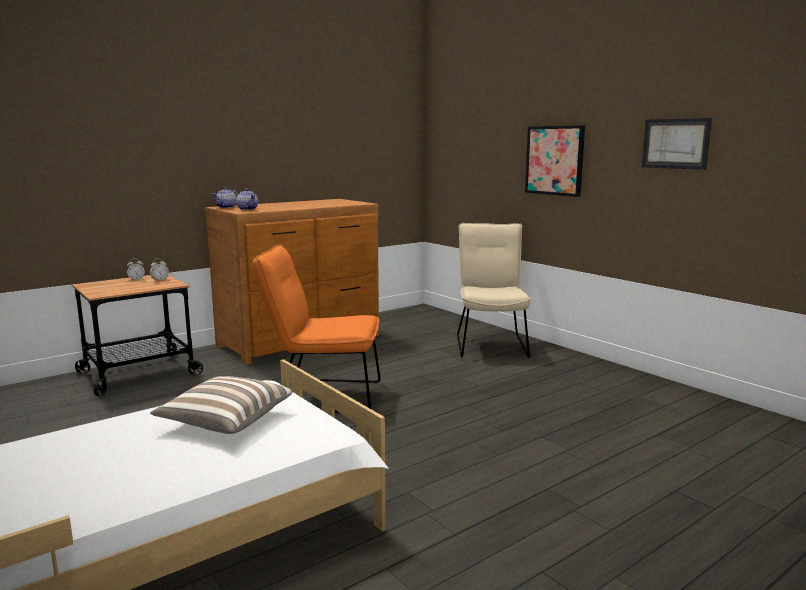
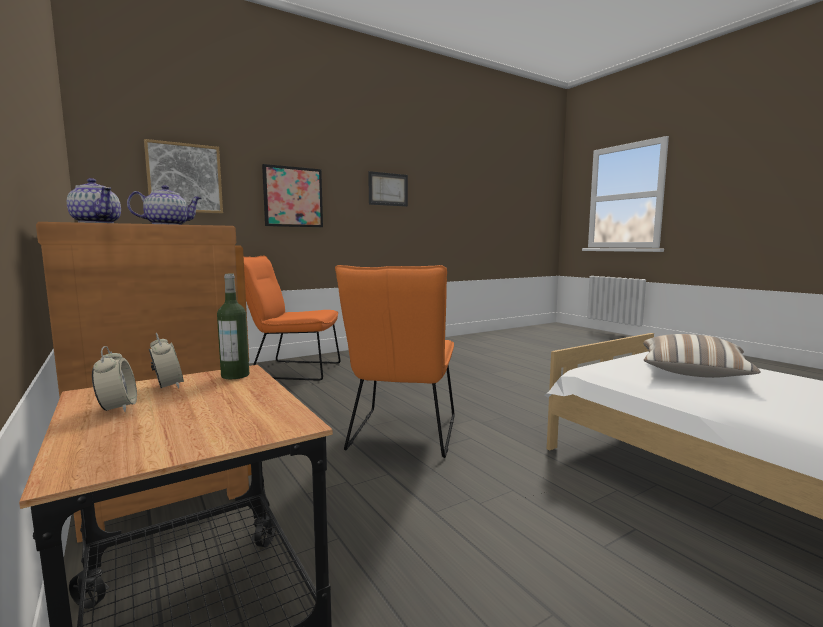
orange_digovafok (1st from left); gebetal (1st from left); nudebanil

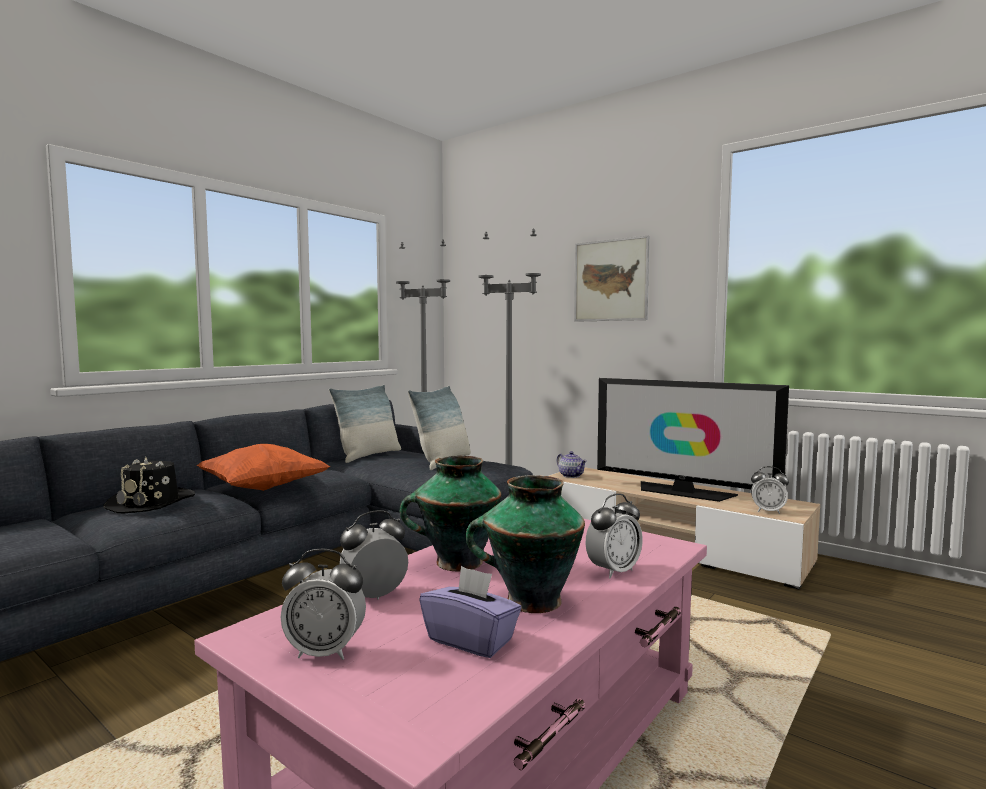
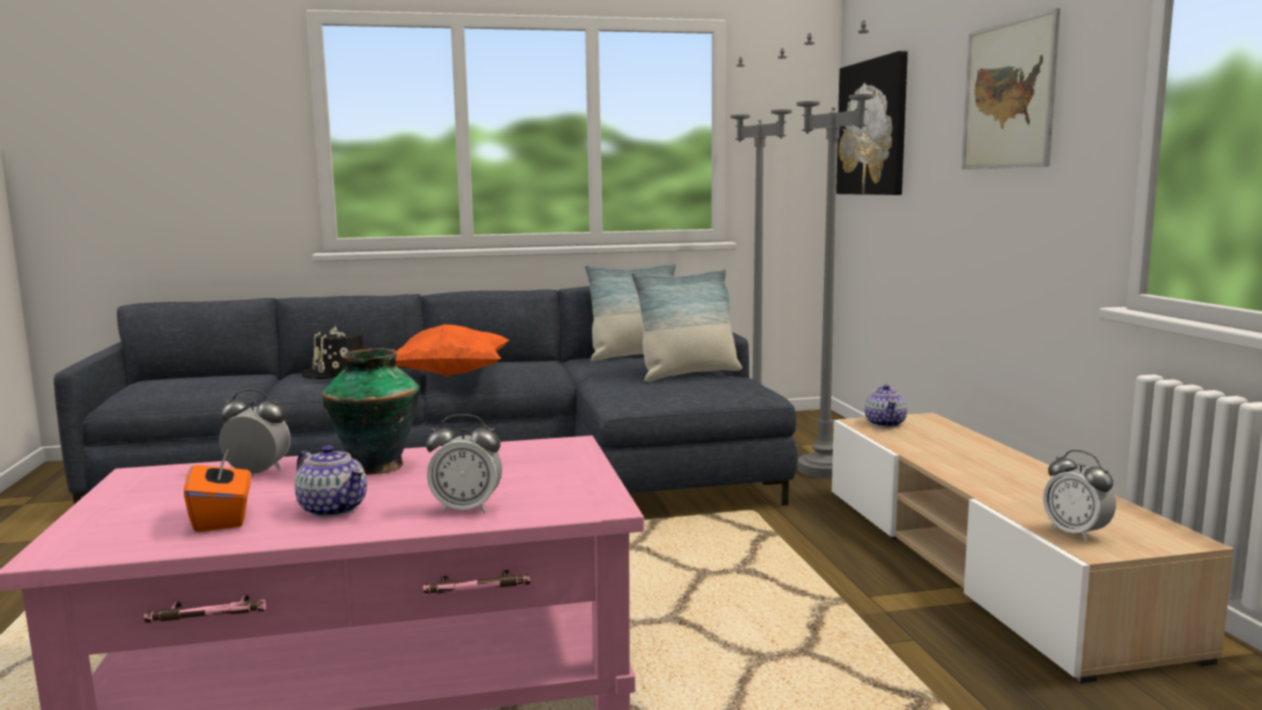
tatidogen; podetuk (1st from left); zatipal (1st from left in the first image); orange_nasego; gebetal (1st from left)

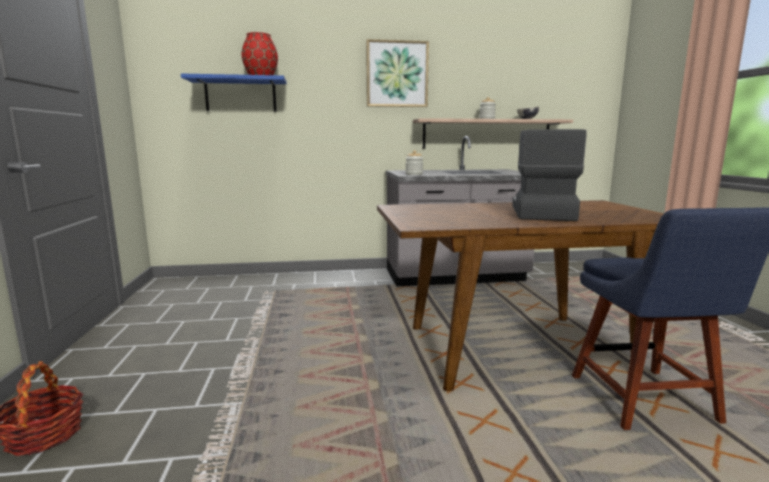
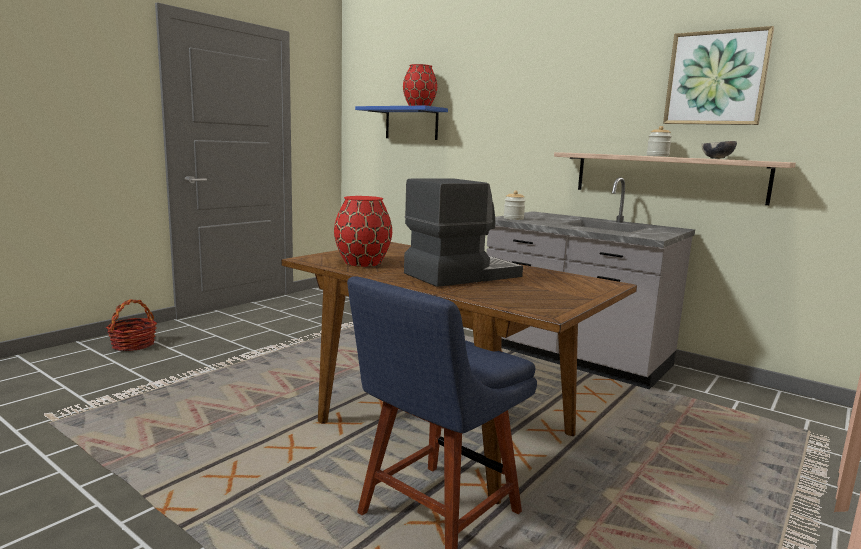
gebetal; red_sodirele (1st from left)

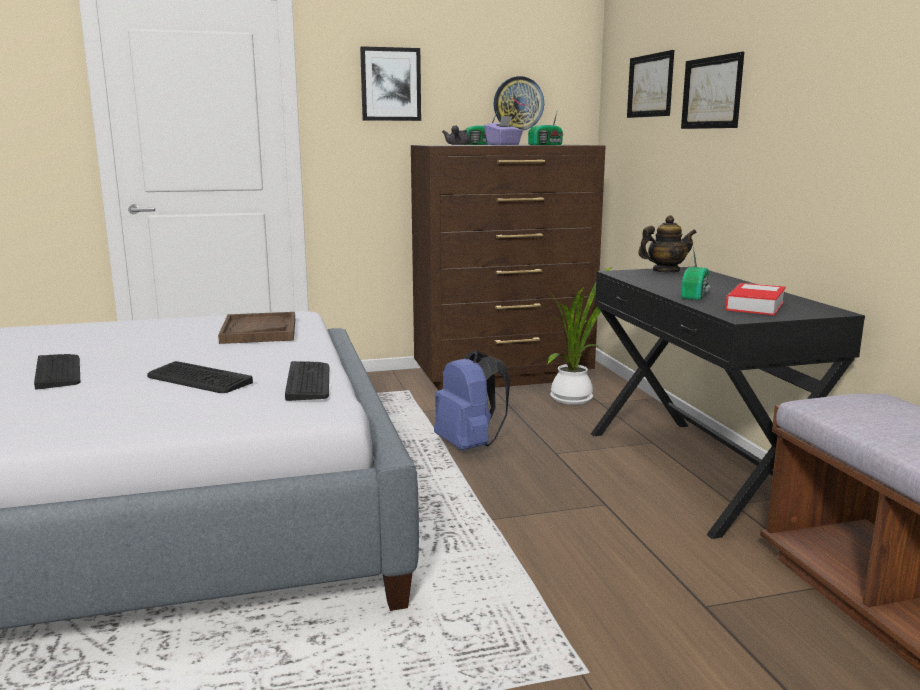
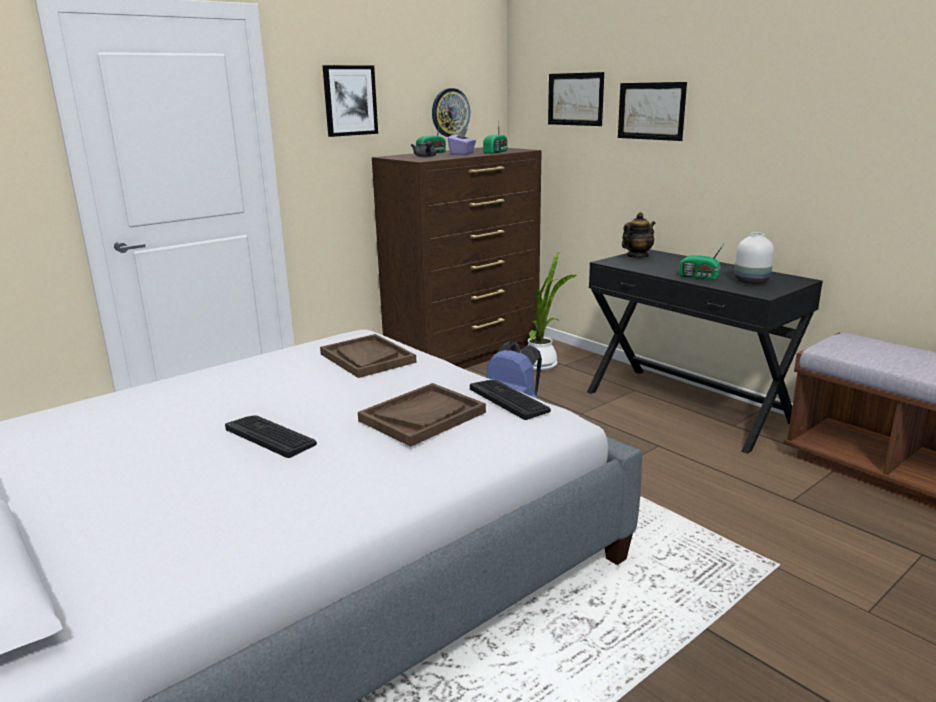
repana (3rd from left); white_sodirele; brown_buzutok (2nd from left)

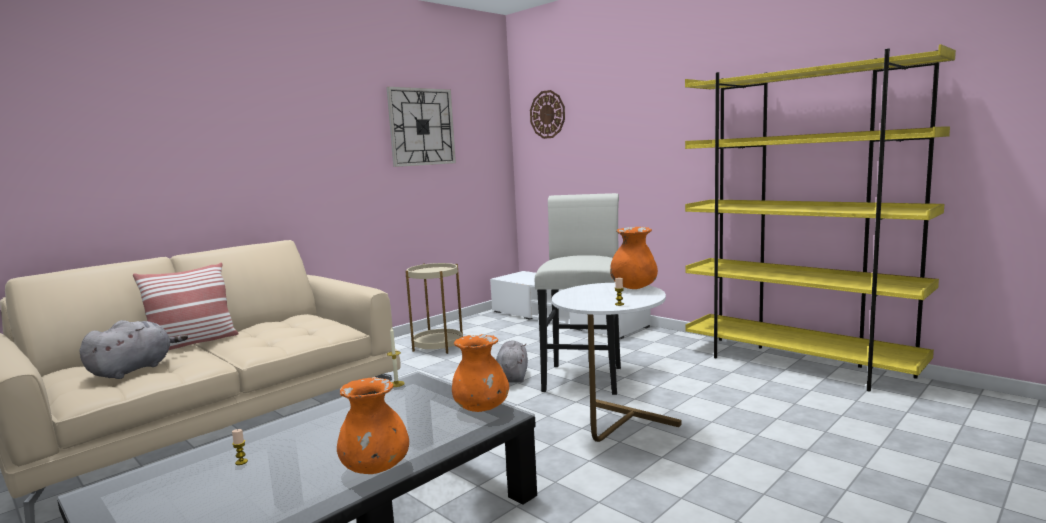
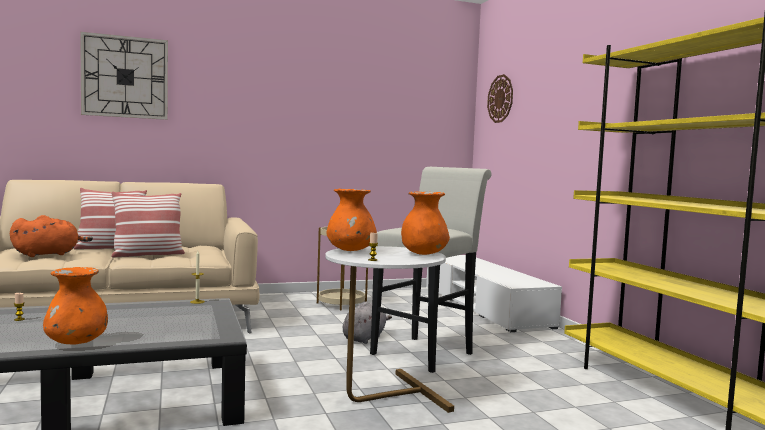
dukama (1st from left); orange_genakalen; orange_sodirele (2nd from left); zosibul (2nd from left)

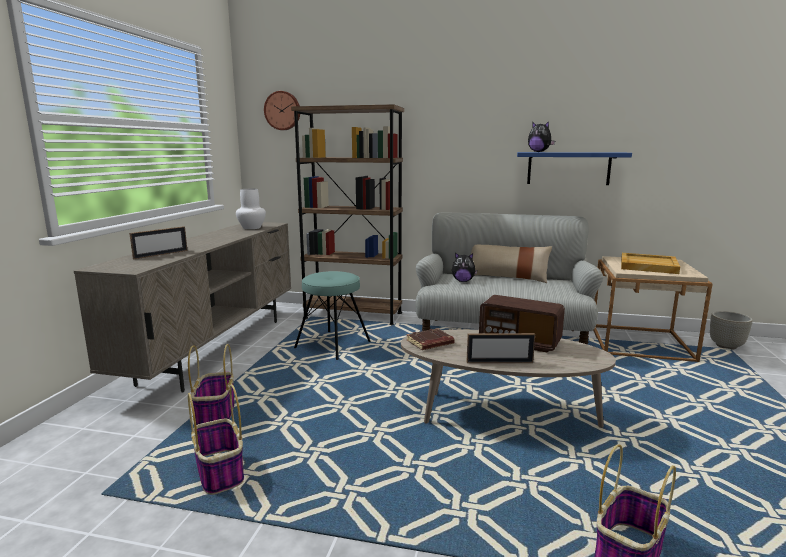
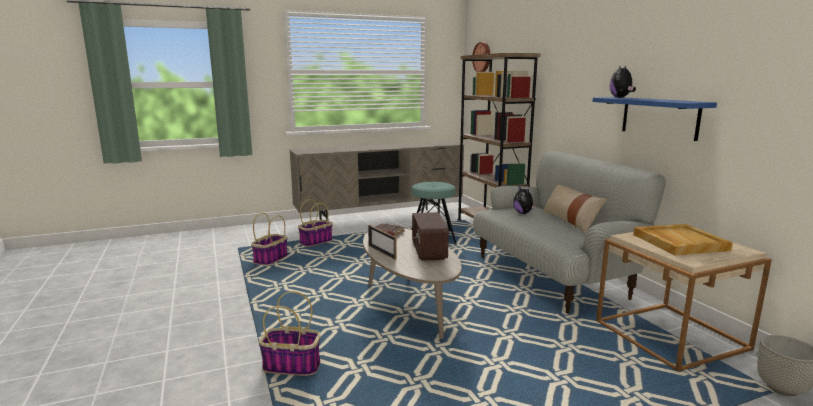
white_sodirele; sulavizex (1st from left in the first image)

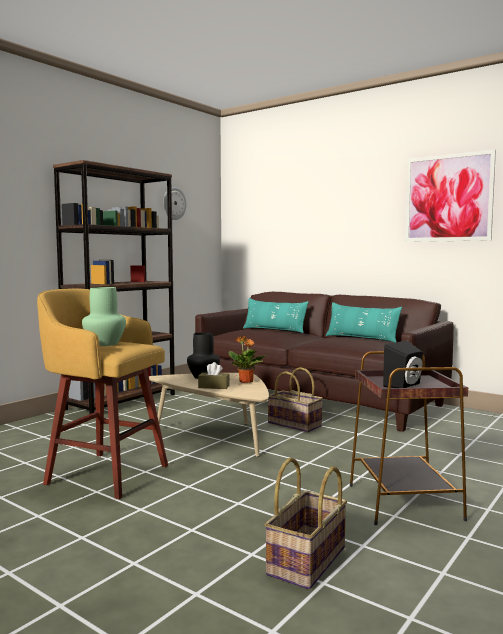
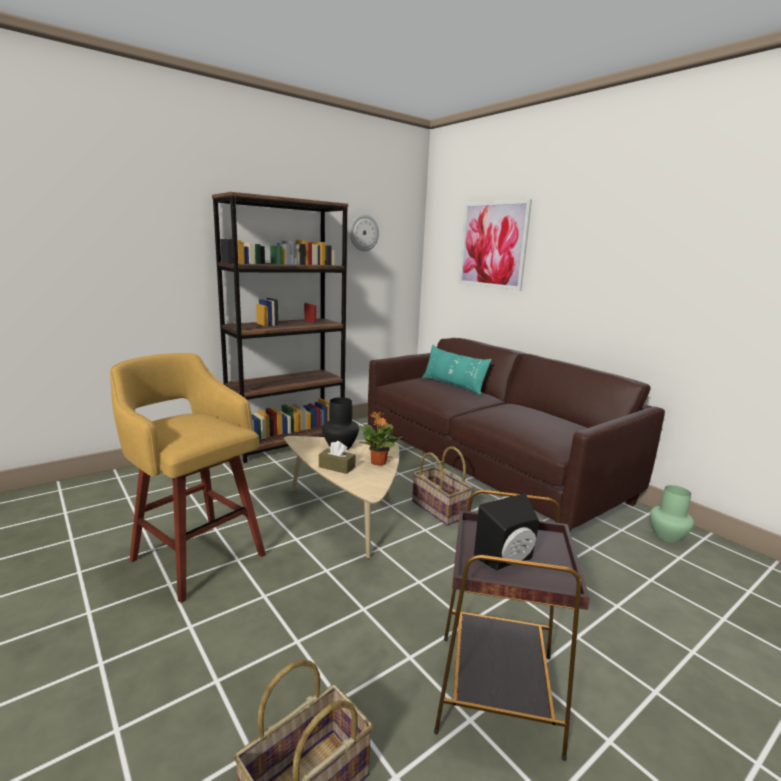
gebetal; green_sodirele; turquoise_zosibul (2nd from left in the first image)

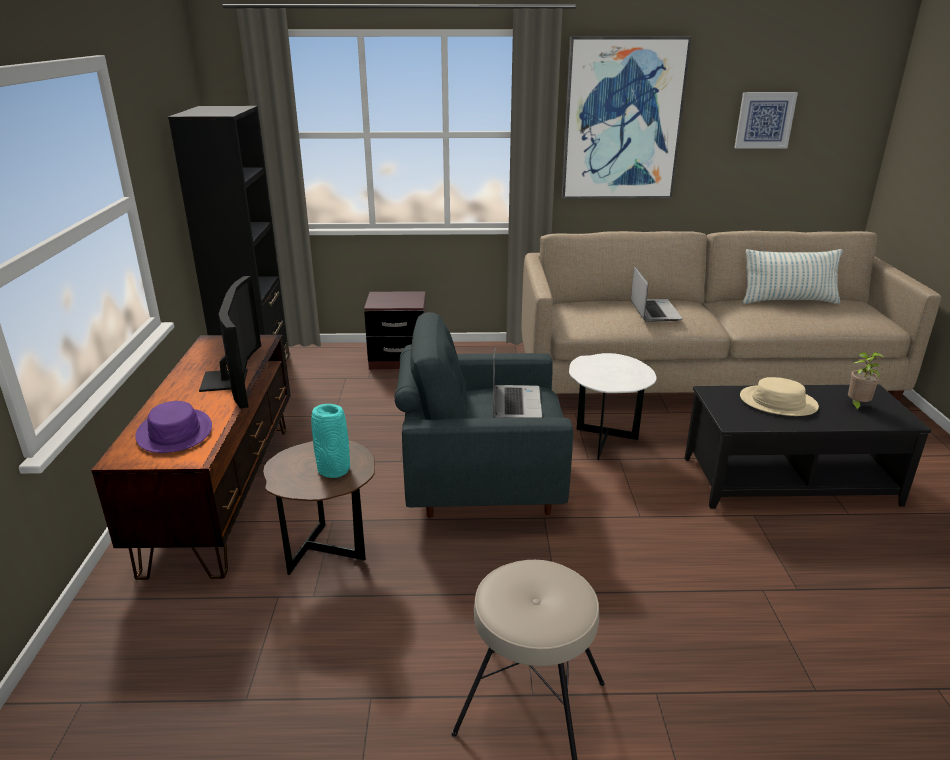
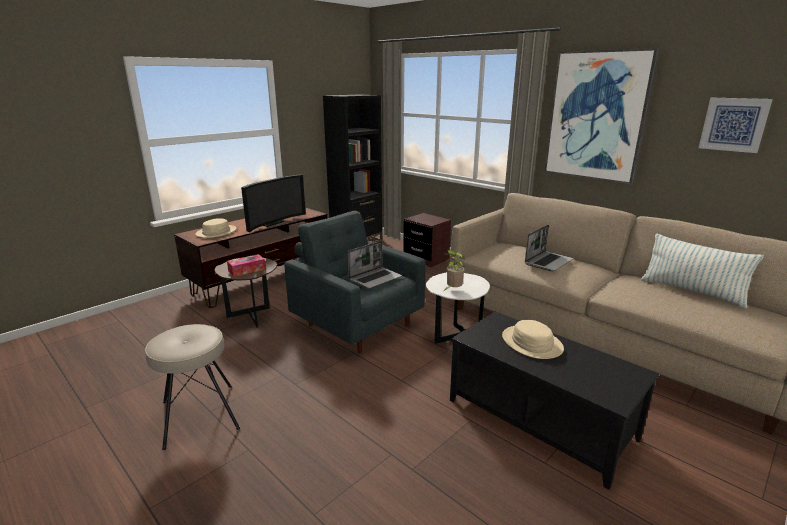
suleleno; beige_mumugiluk (1st from left); nasego

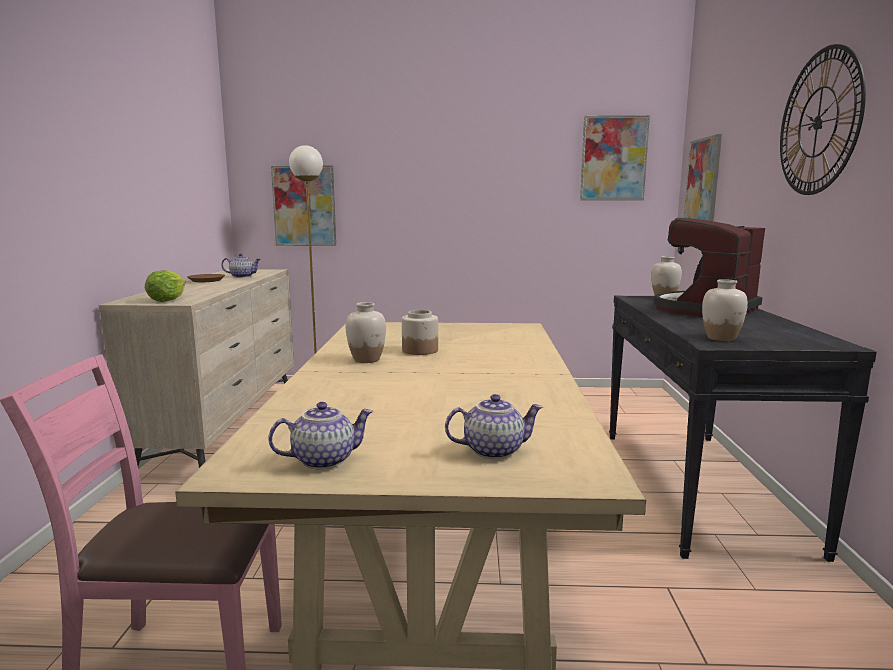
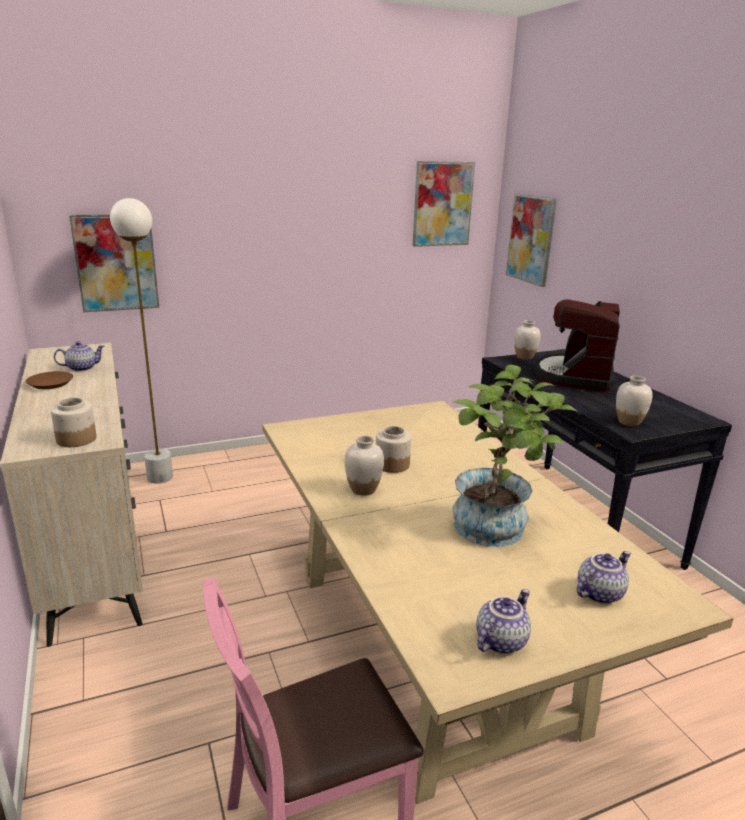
dukama; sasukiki (1st from left); suleleno

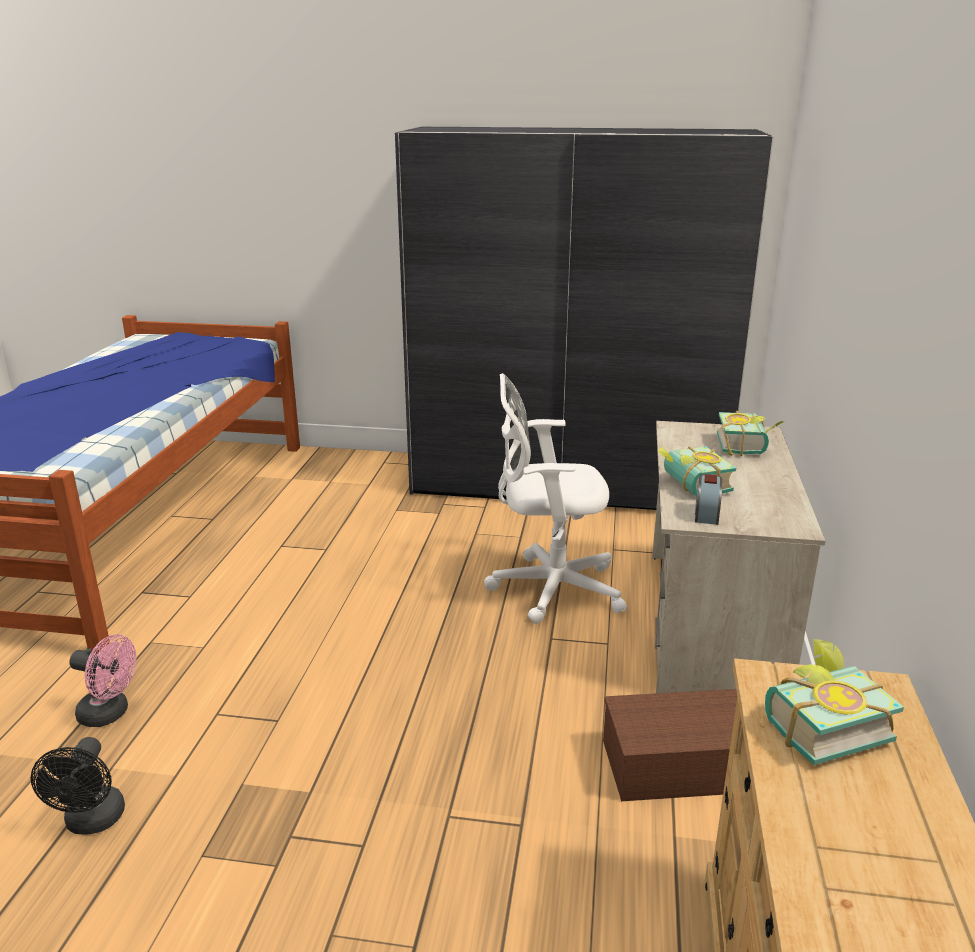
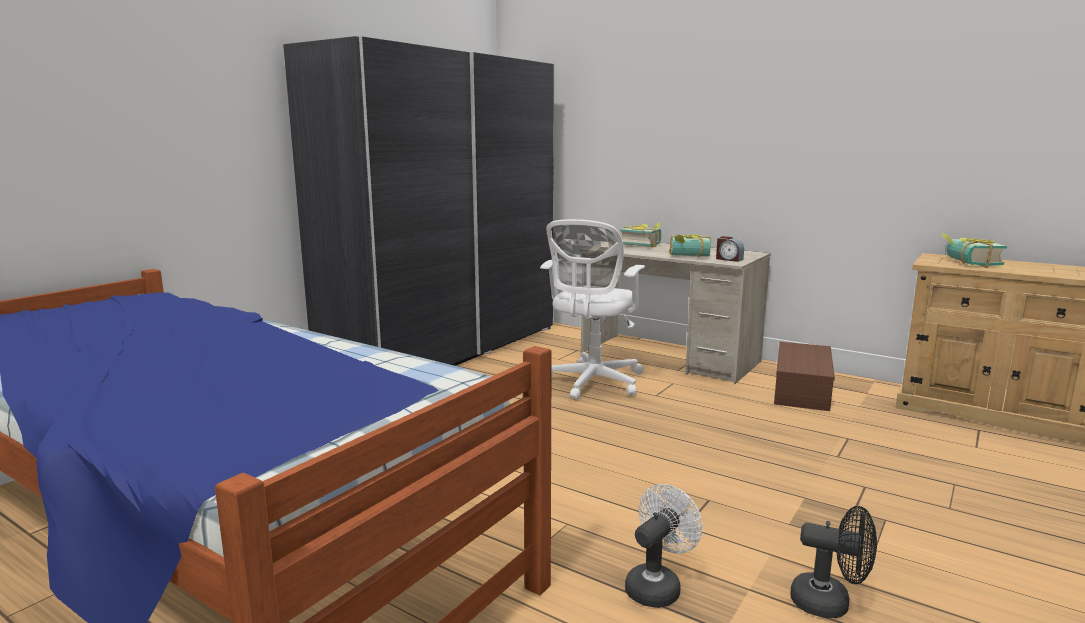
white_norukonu

